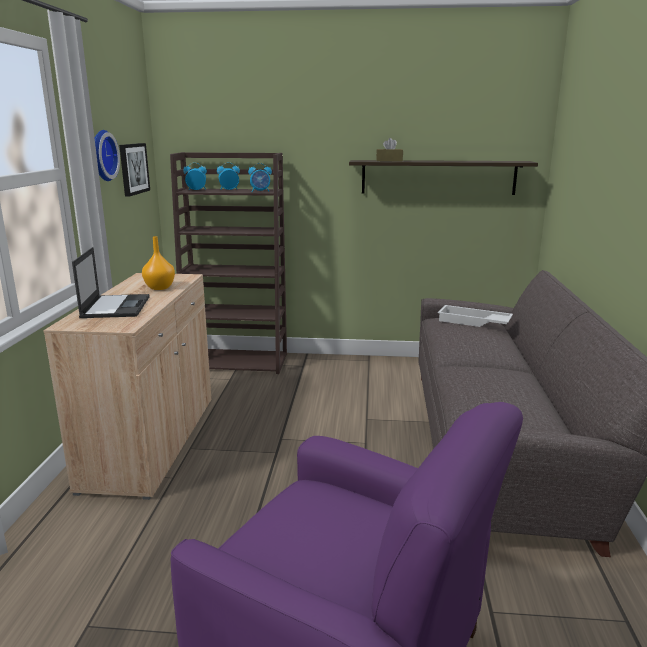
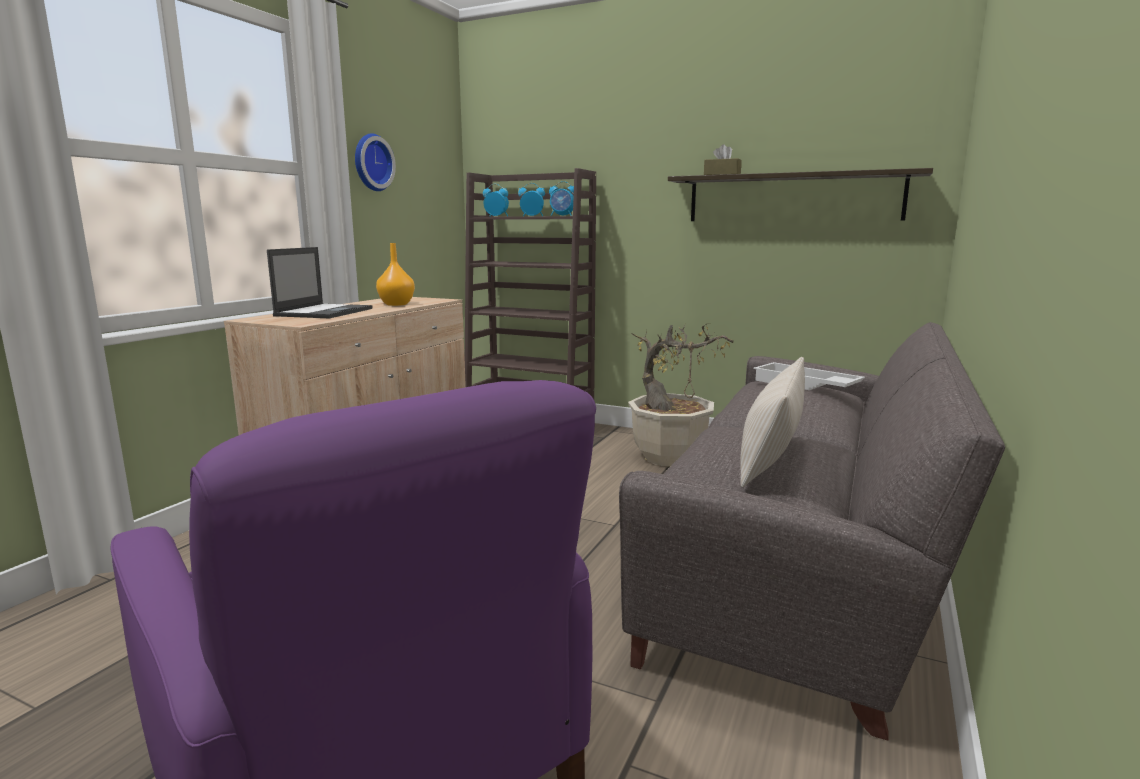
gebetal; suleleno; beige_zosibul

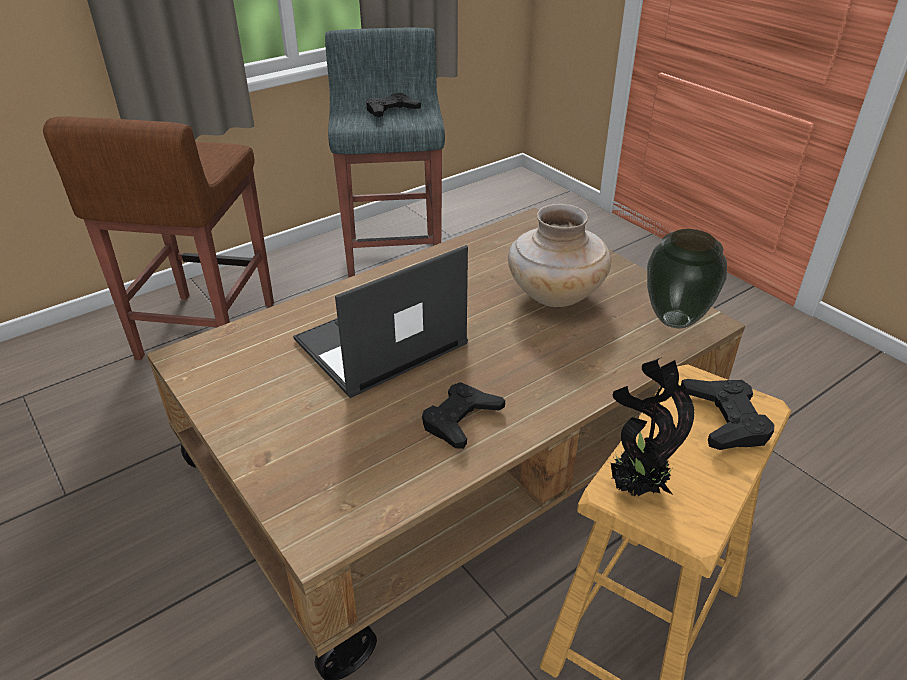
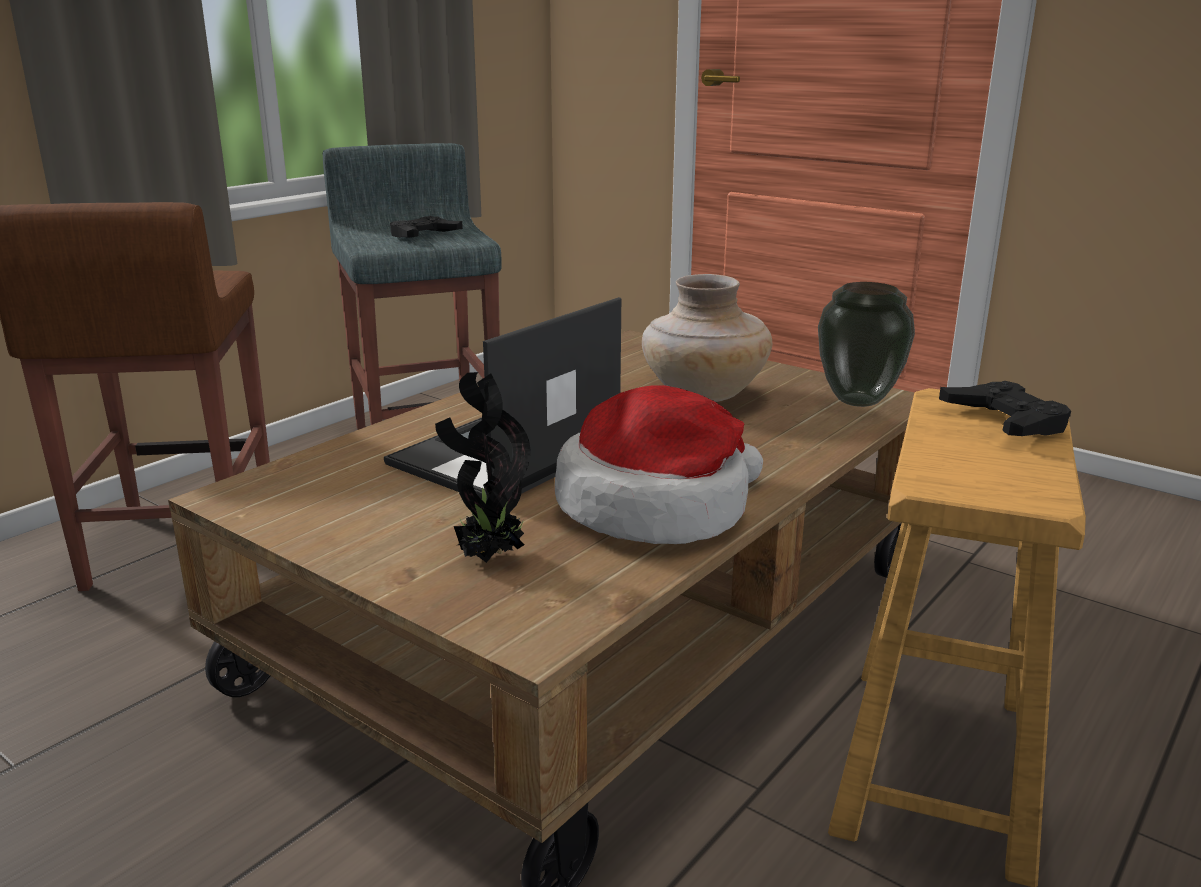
suleleno; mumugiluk

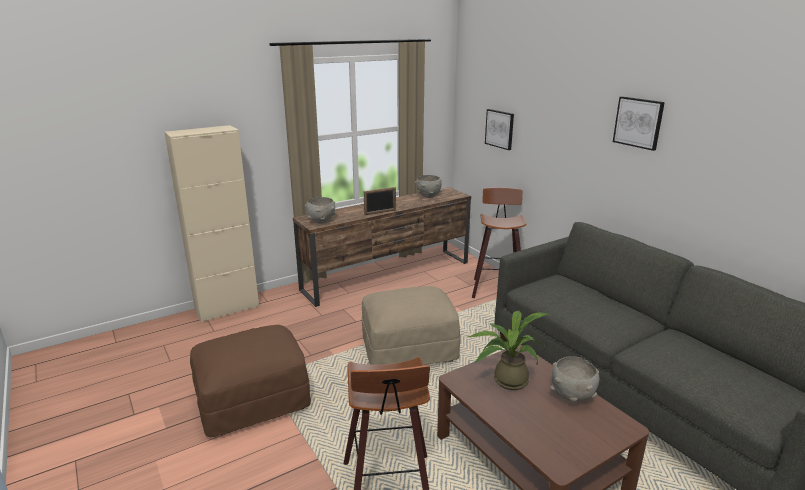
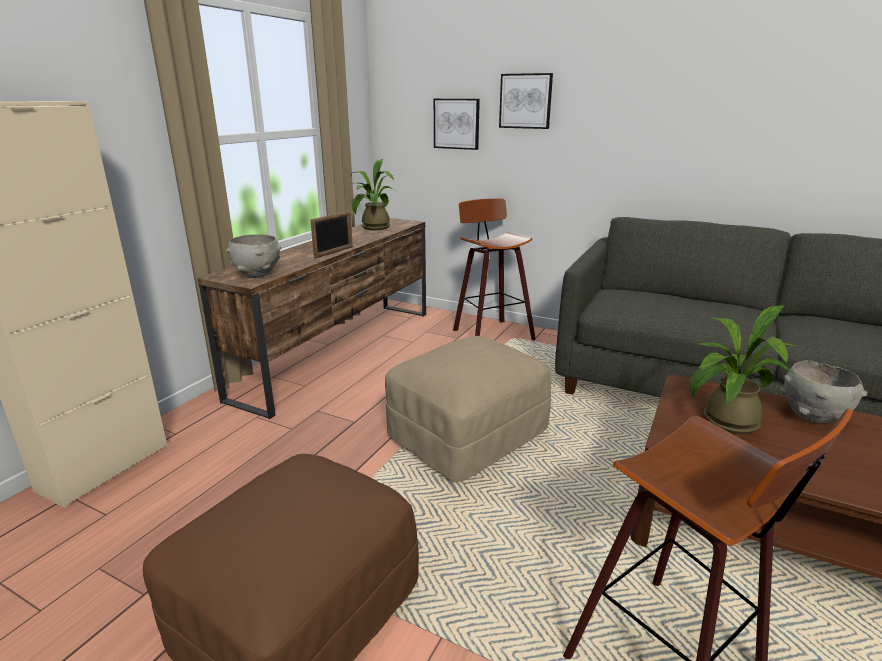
gebetal (2nd from left); suleleno (1st from left)

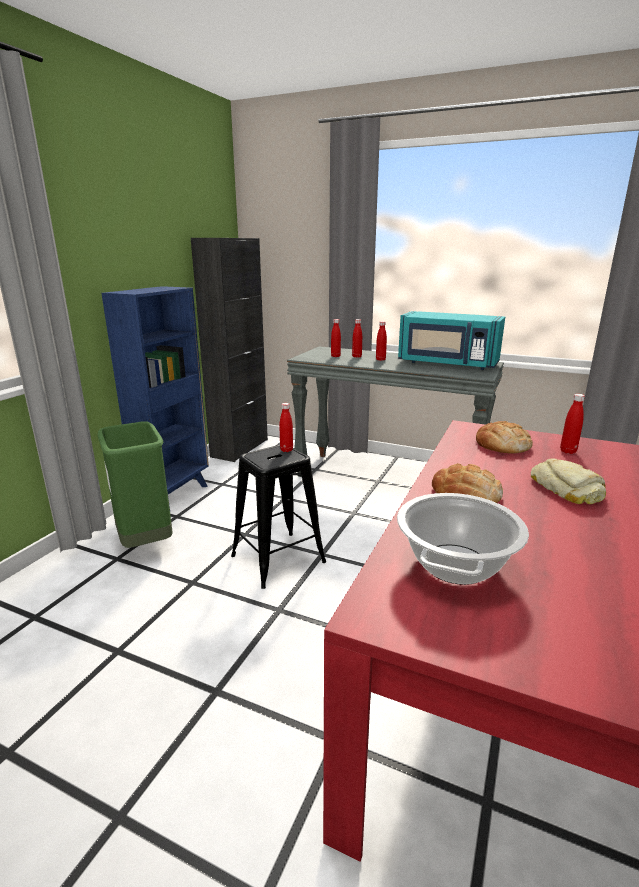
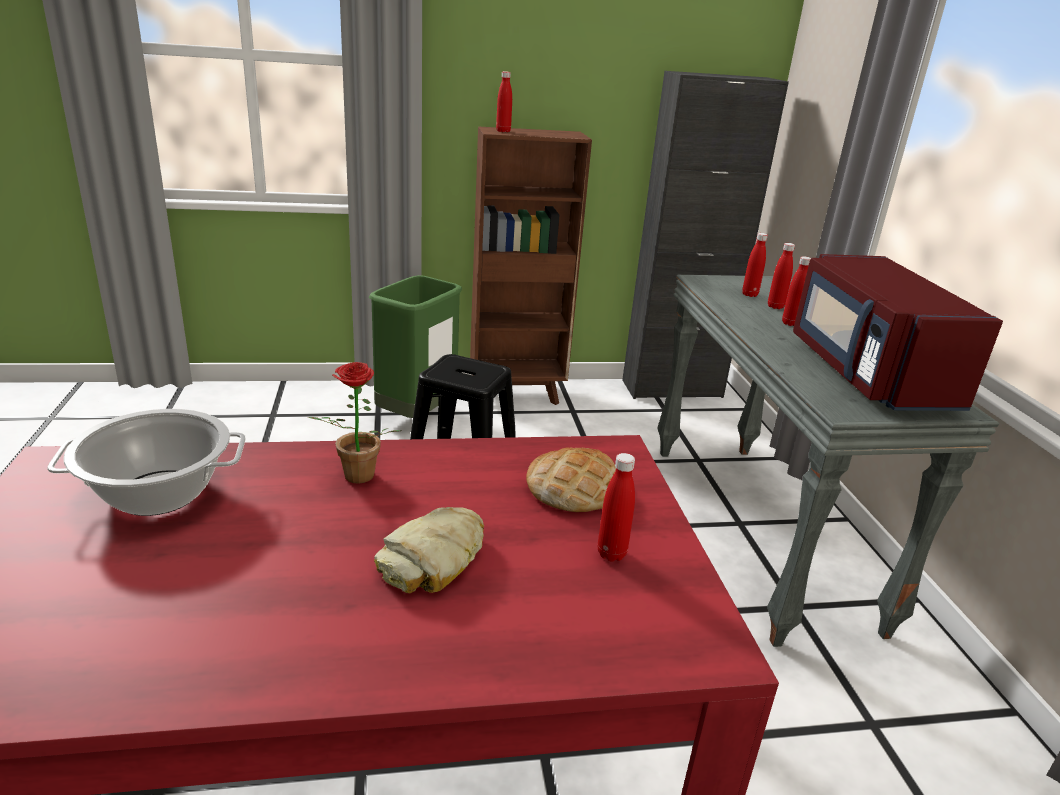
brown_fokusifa; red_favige; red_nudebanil (1st from left); suleleno

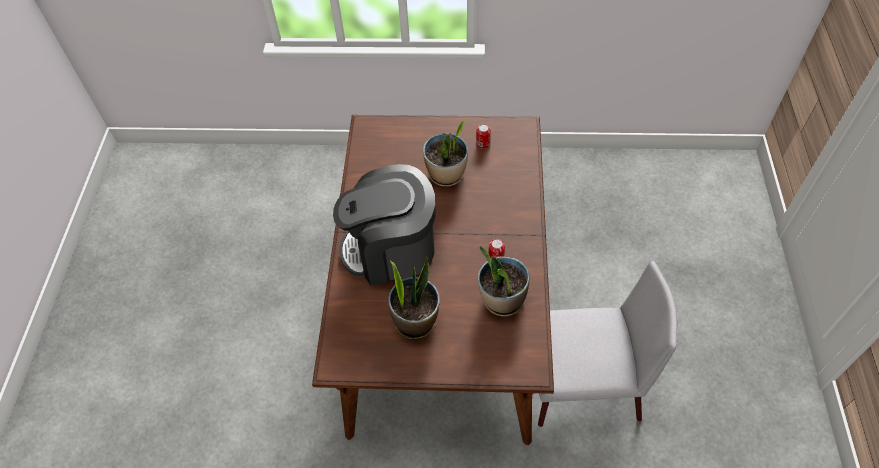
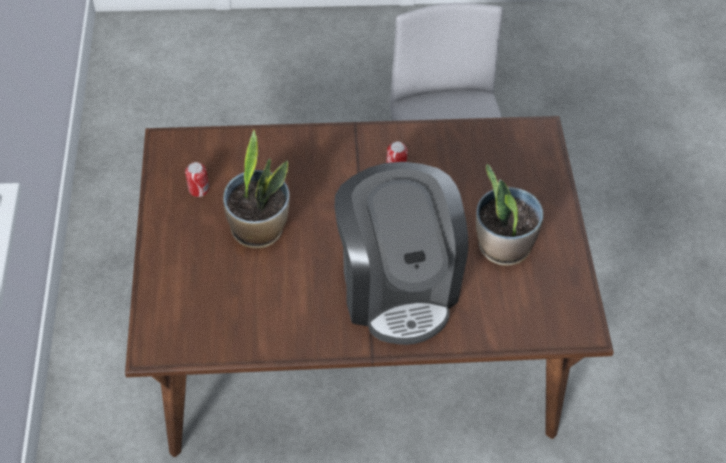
suleleno (3rd from left in the first image)

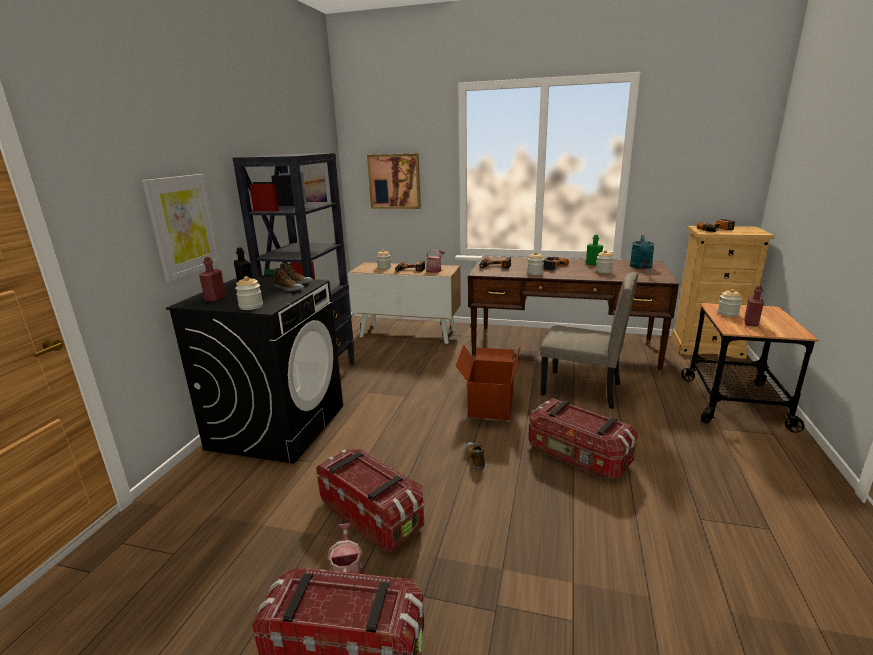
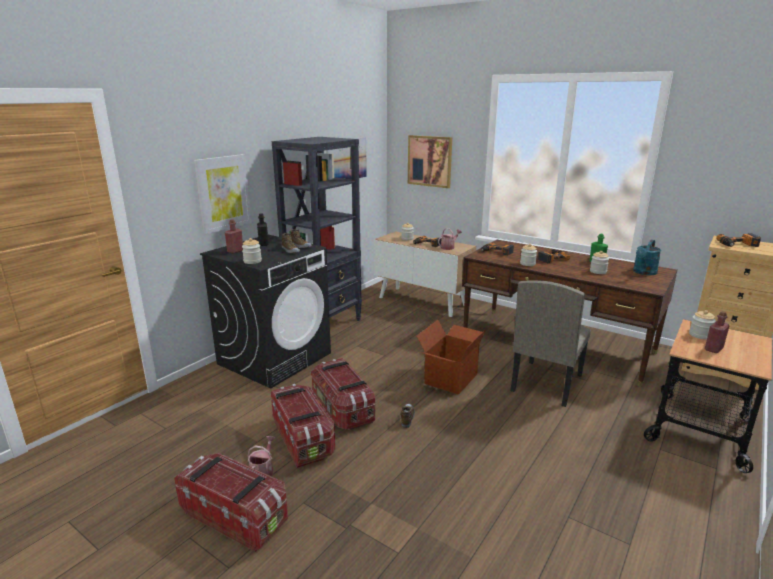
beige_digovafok; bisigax (3rd from left)

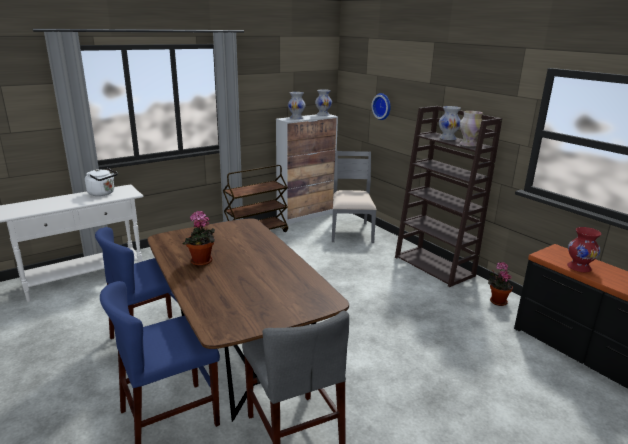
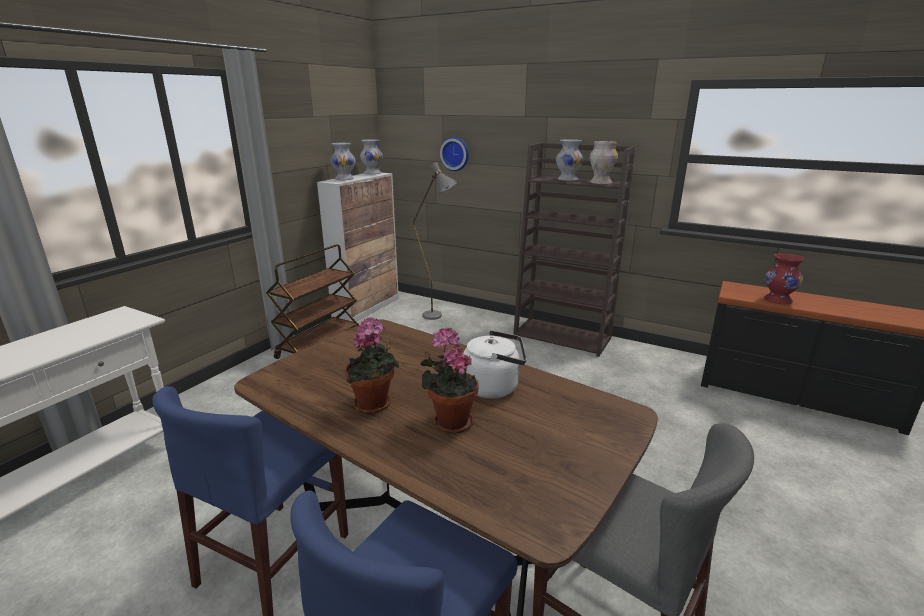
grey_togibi; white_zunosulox; suleleno (2nd from left)

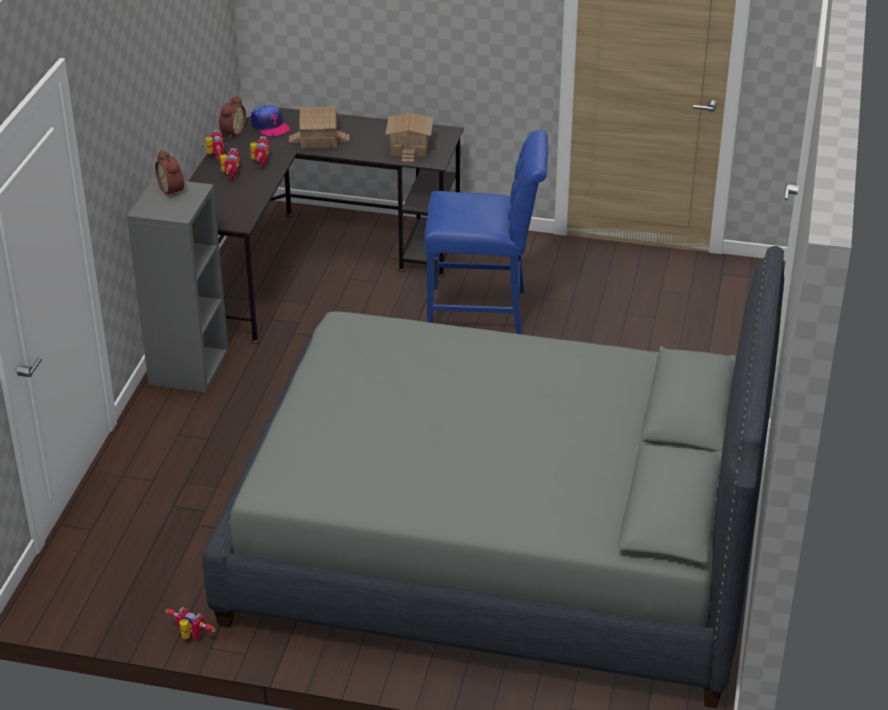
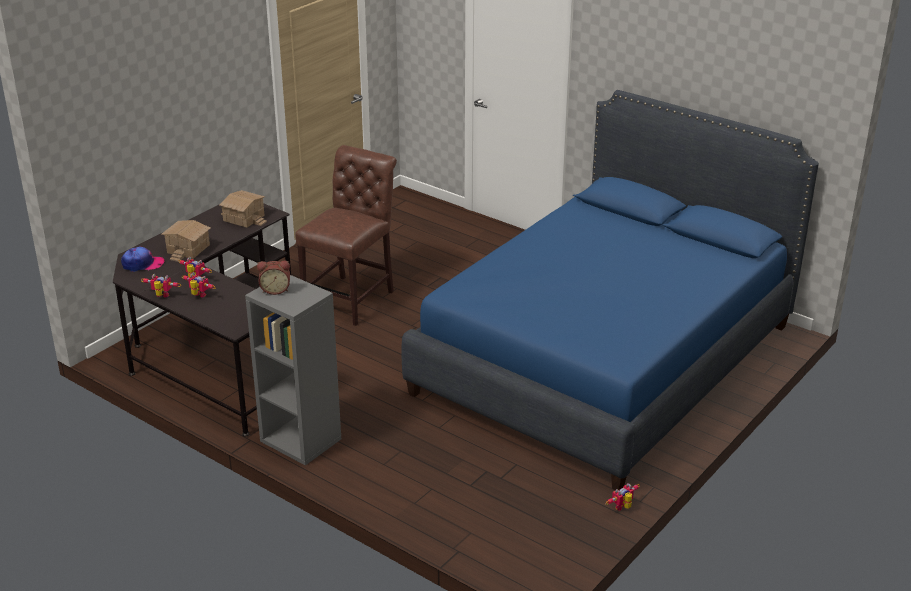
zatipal (2nd from left in the first image); brown_digovafok; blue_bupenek

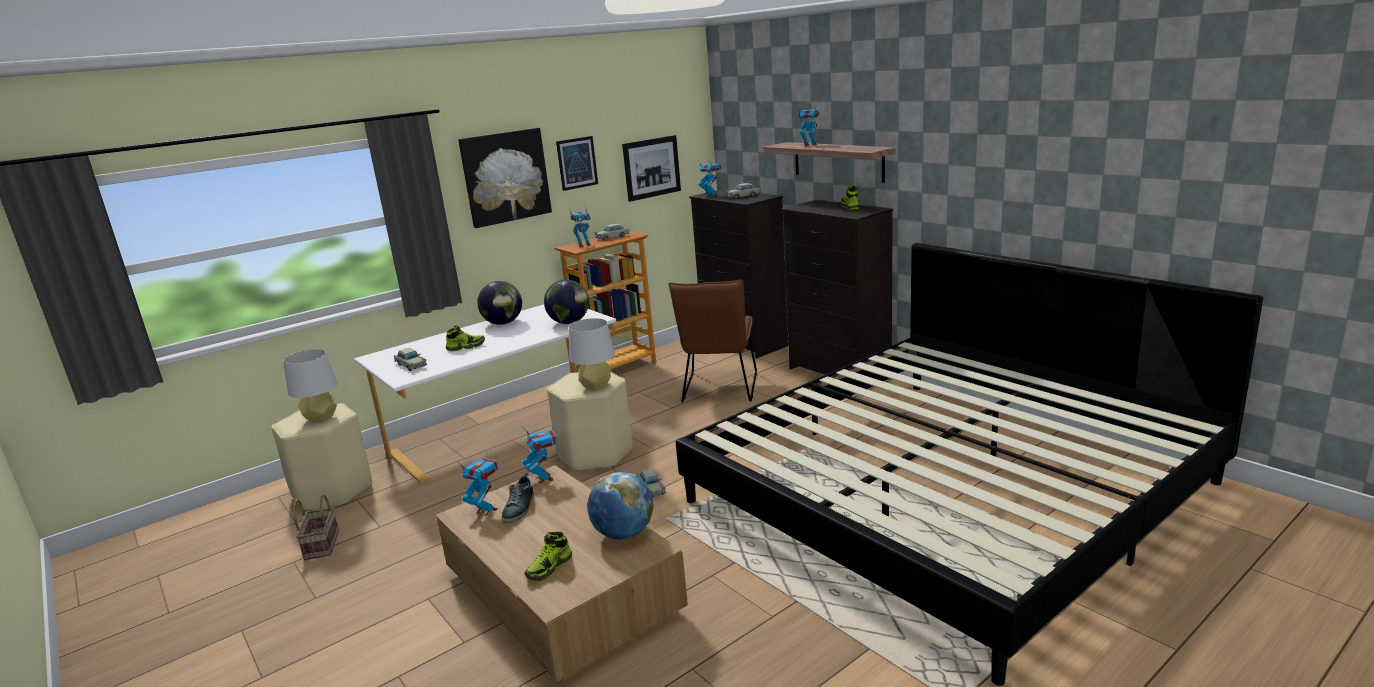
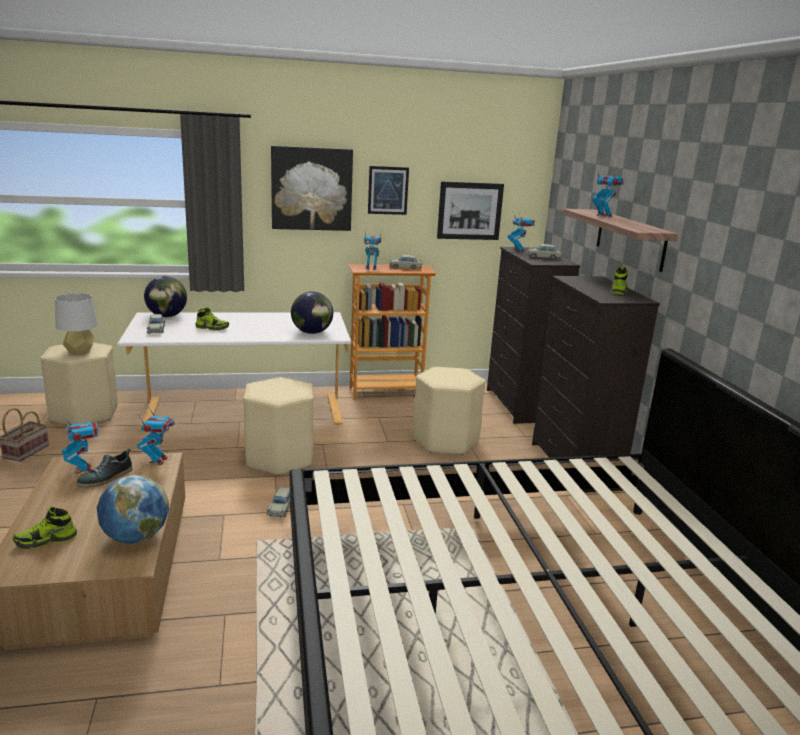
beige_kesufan (3rd from left); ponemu (2nd from left); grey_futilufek (2nd from left in the first image)

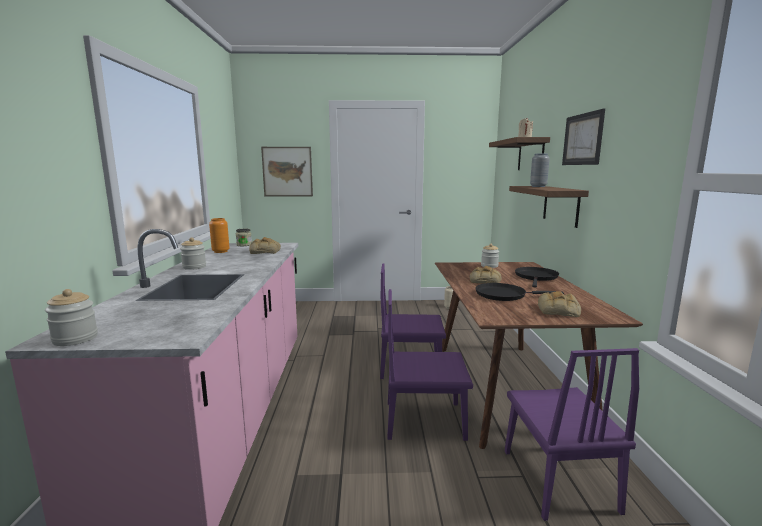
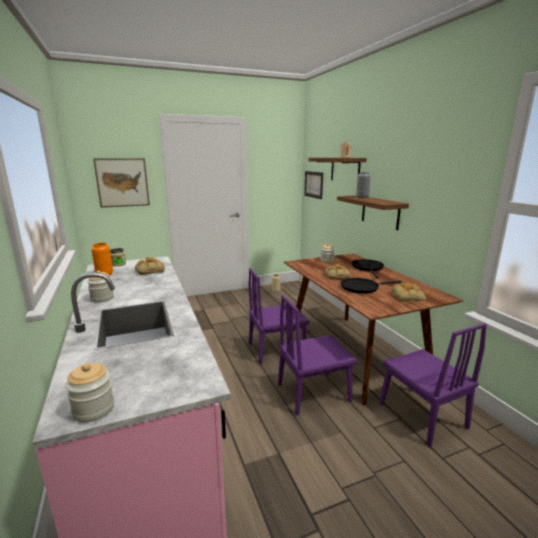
gebetal (2nd from left)

